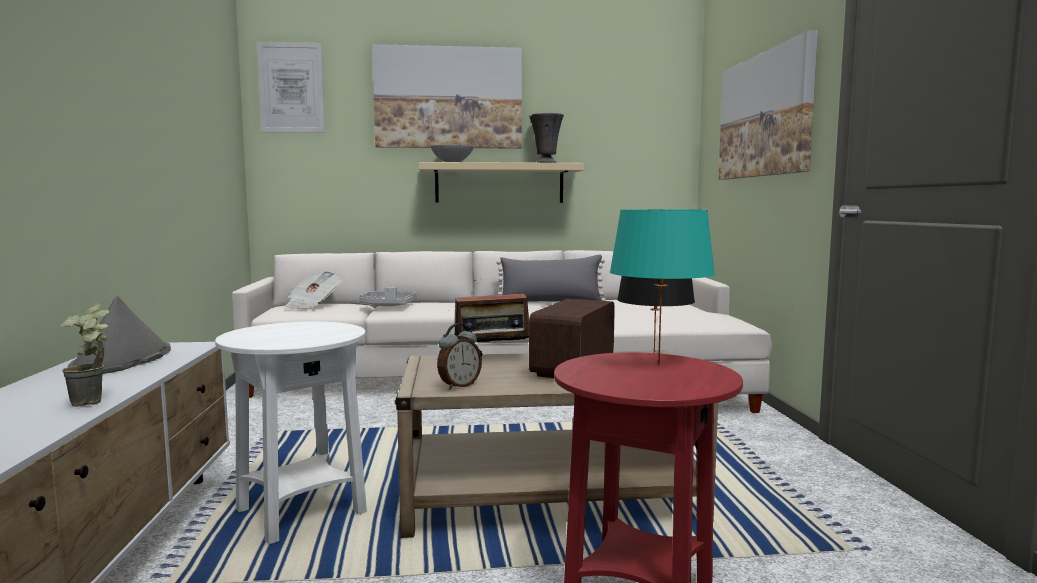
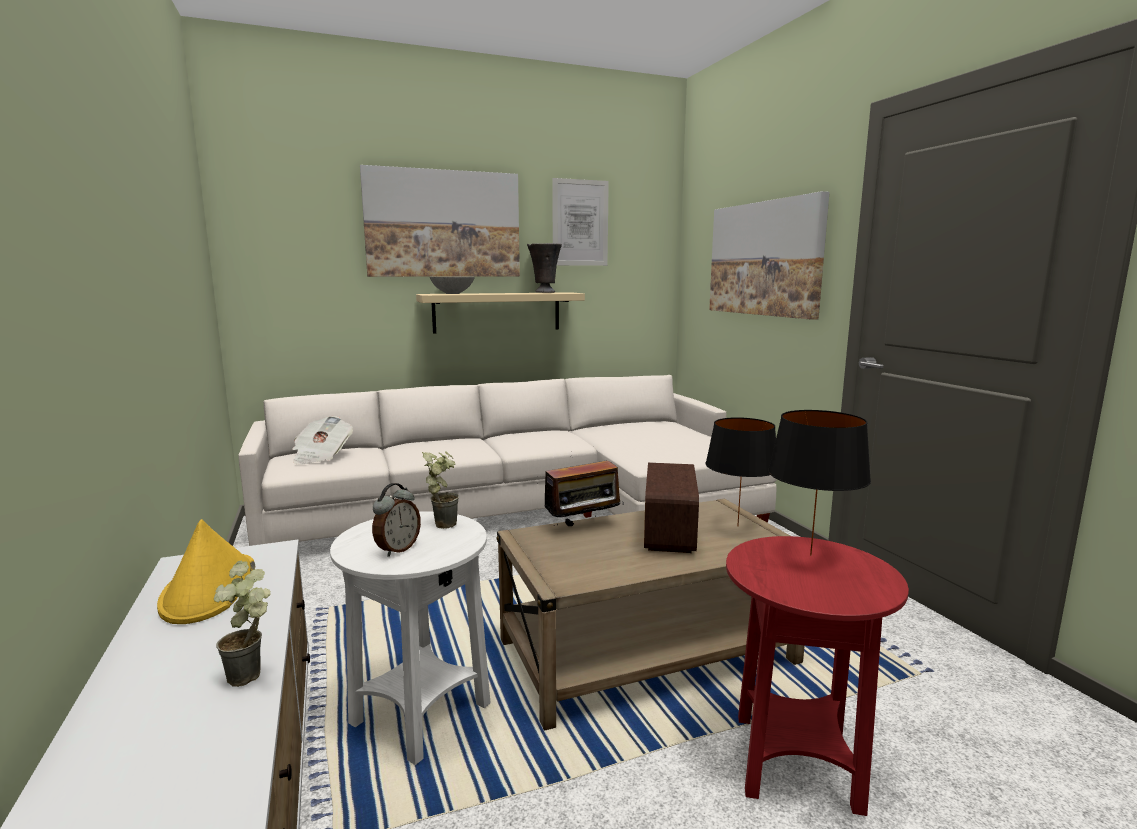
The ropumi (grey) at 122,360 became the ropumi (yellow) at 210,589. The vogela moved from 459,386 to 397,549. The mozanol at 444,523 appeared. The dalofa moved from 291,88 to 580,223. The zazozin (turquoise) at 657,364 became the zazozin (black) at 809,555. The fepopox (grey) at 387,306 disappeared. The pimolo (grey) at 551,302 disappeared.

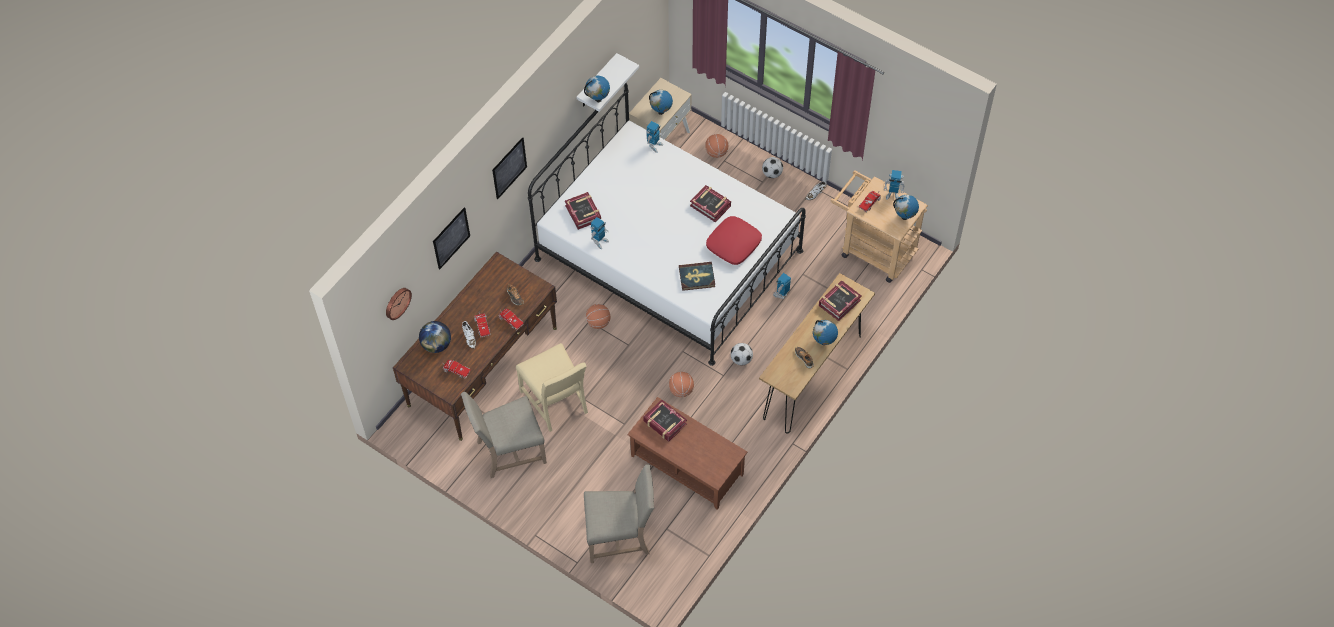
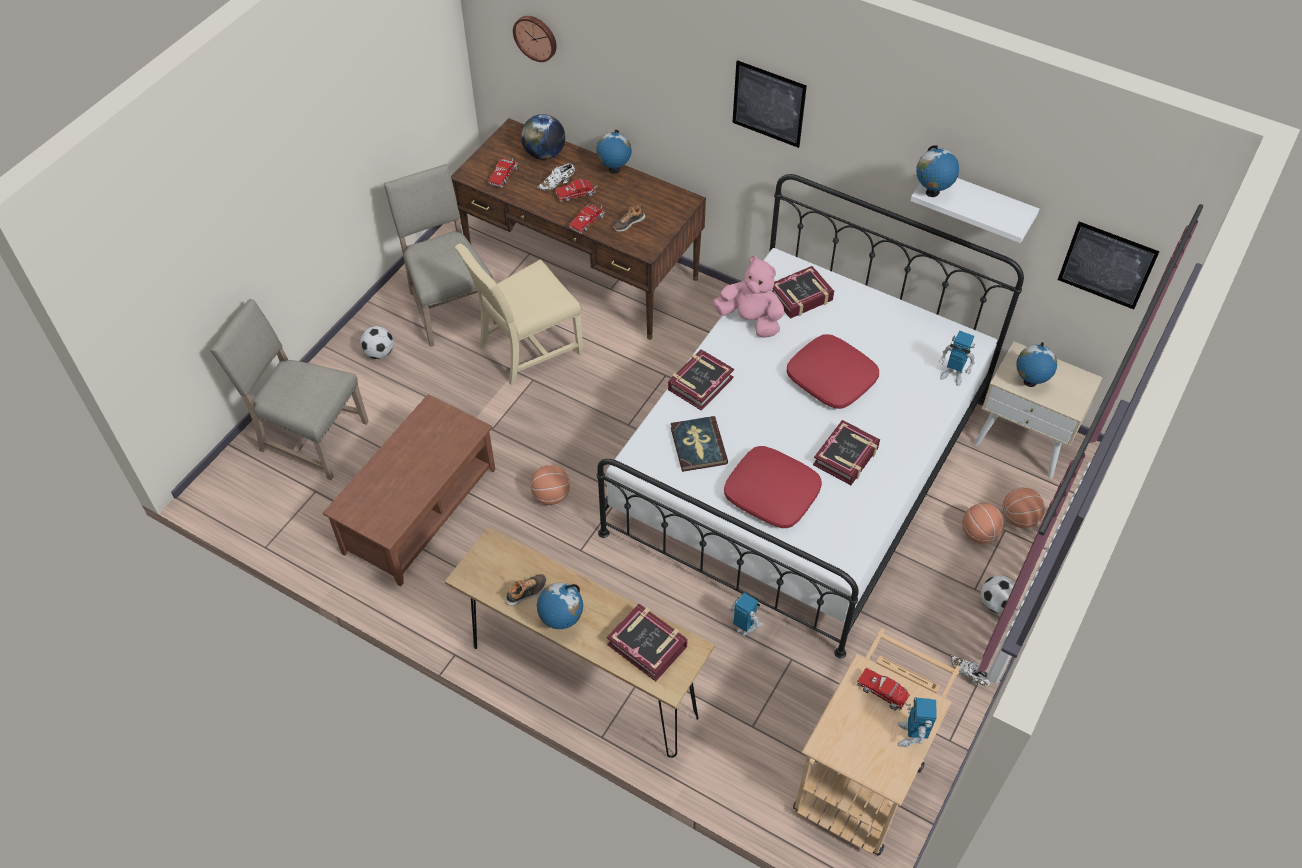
The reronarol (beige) at 620,535 turned 120 degrees clockwise. The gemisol moved from 741,359 to 379,353. The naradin moved from 904,217 to 614,170. The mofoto moved from 664,423 to 700,383. The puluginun at 600,241 was replaced by the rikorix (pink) at 750,320. The pimolo (red) at 831,378 appeared. The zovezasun moved from 598,322 to 979,534. The dalofa moved from 451,238 to 1107,265.

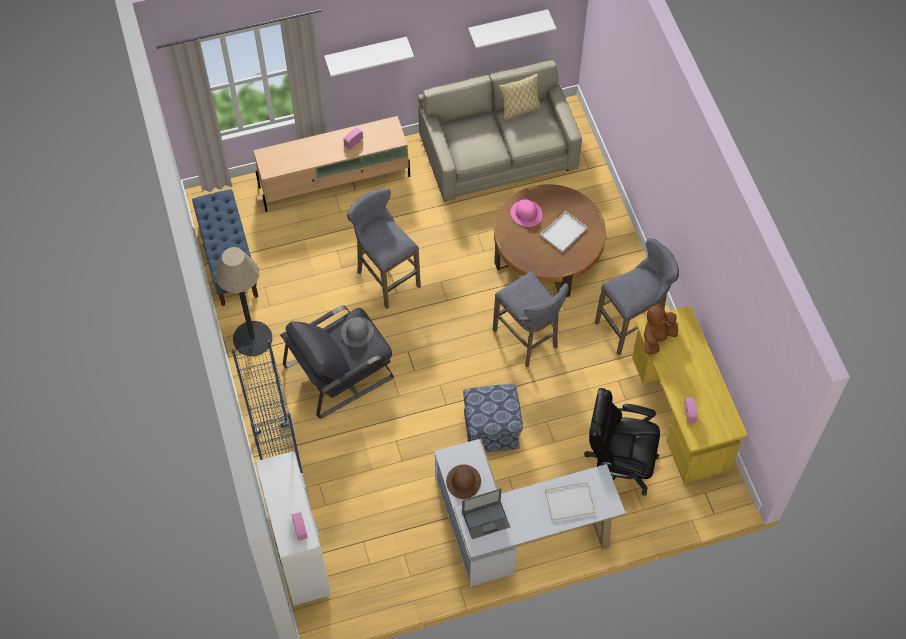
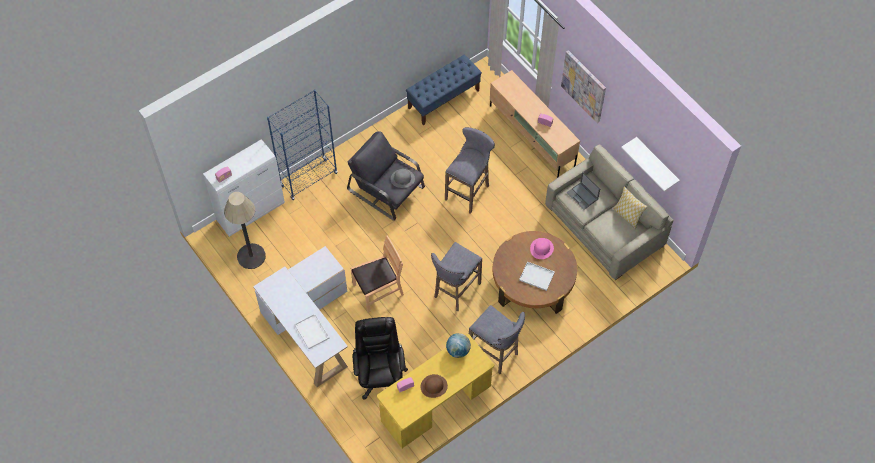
The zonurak moved from 252,338 to 251,256. The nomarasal at 492,429 was replaced by the reronarol (brown) at 378,290. The ropumi (brown) moved from 463,481 to 434,386. The rikorix (brown) at 657,338 was replaced by the naradin at 458,350. The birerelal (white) at 366,54 was replaced by the dalofa at 584,86. The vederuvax moved from 486,519 to 582,196.

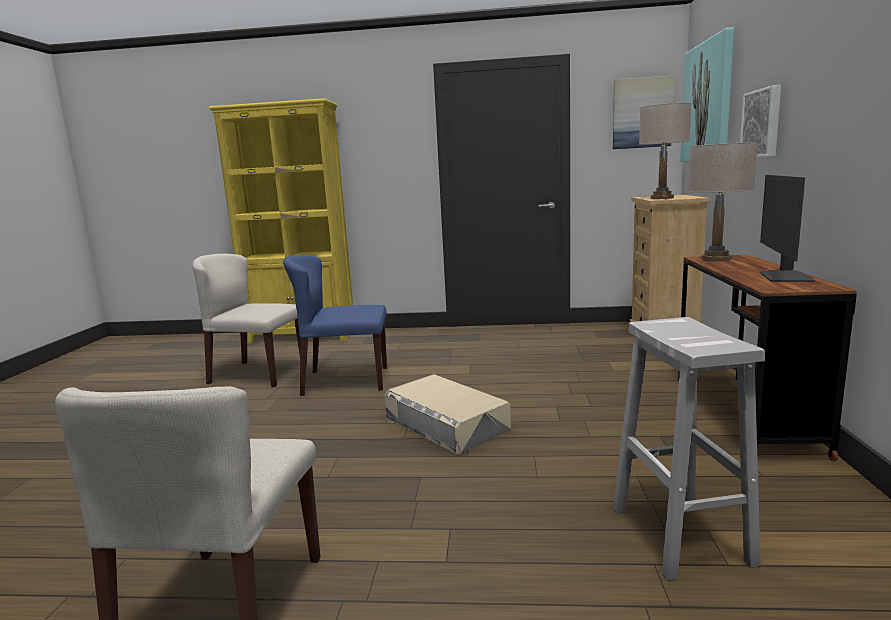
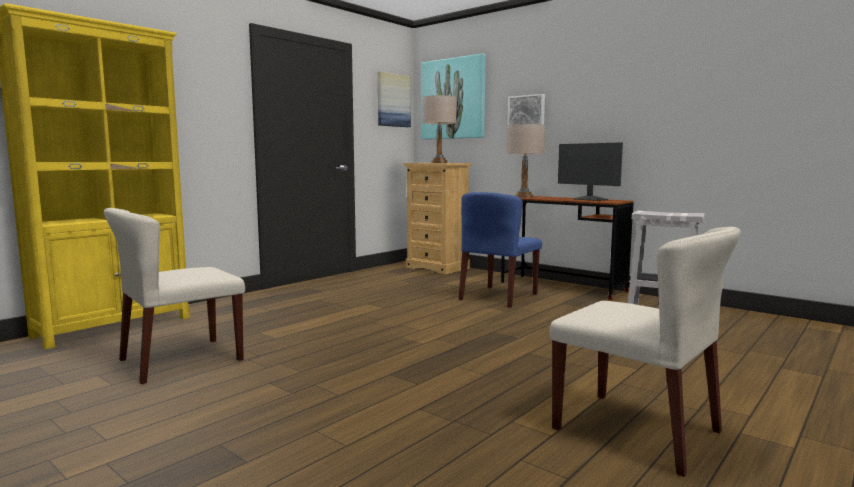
The reronarol (blue) moved from 345,381 to 498,297. The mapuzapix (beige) at 446,423 disappeared.

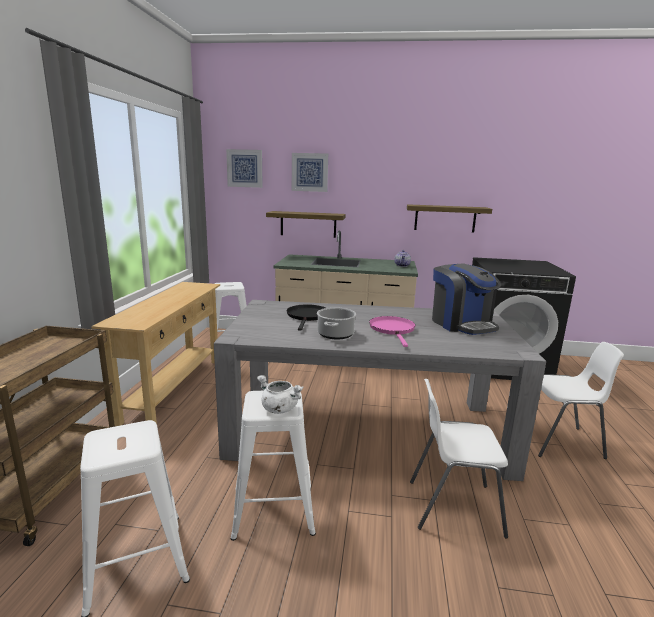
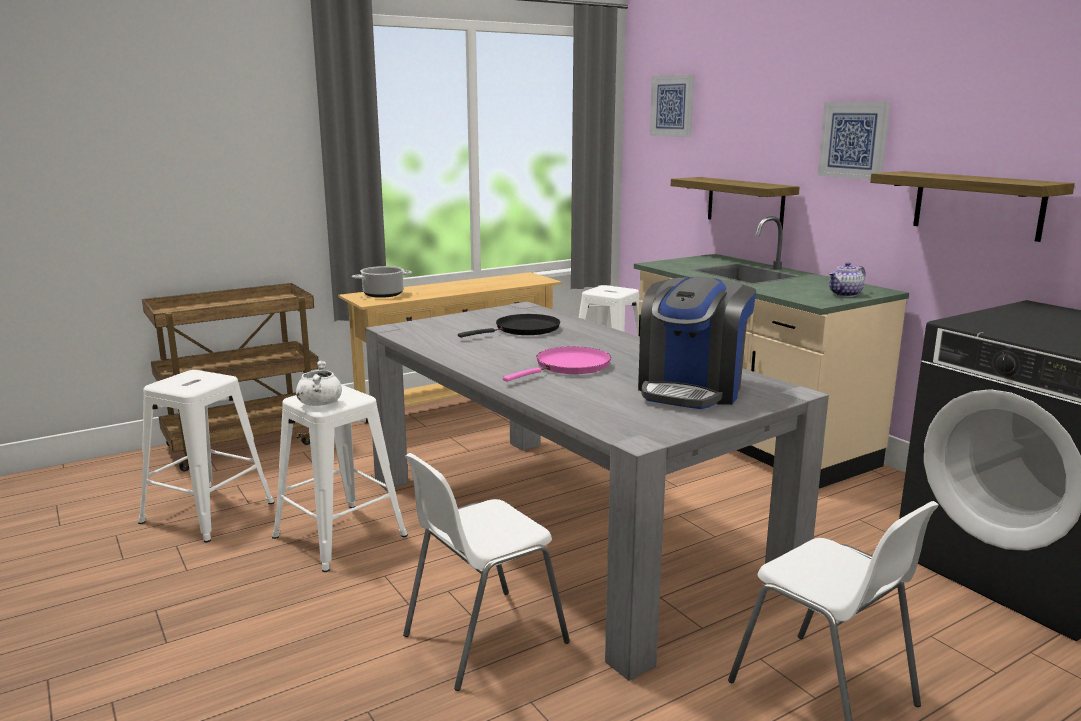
The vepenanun moved from 335,334 to 383,294. The reronarol (white) at 453,506 turned 90 degrees counterclockwise. The dalofa moved from 309,172 to 854,140.

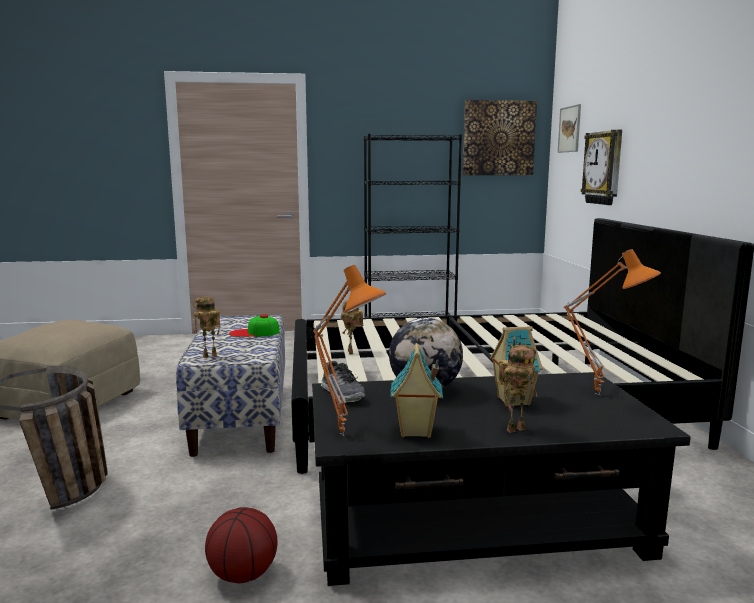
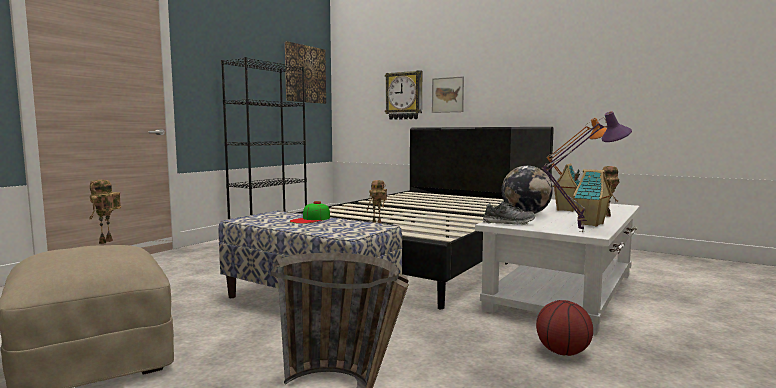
The puluginun moved from 209,356 to 106,242. The dalofa moved from 569,129 to 447,95. The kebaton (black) at 477,523 became the kebaton (white) at 563,291. The zazozin (orange) at 345,434 became the zazozin (purple) at 581,231.

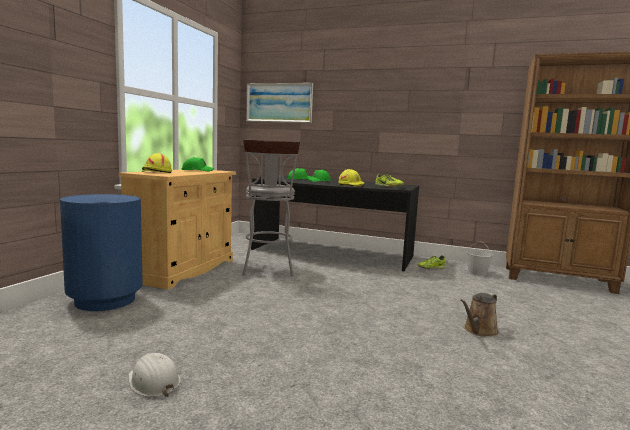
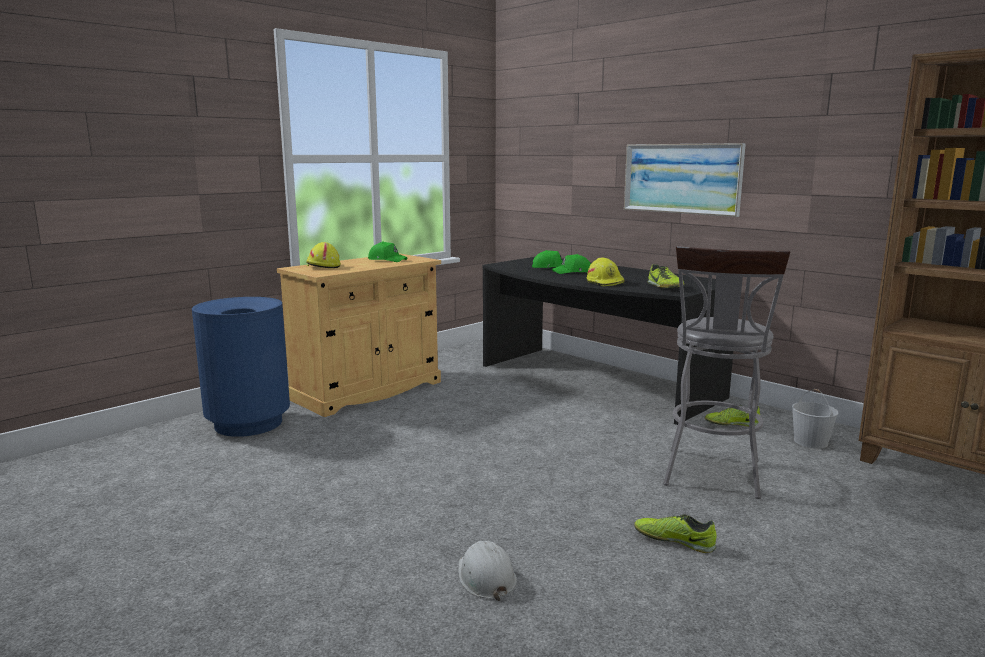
The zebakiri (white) moved from 153,382 to 485,577. The dalofa moved from 279,103 to 681,178. The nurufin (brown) at 479,331 was replaced by the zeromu at 674,540. The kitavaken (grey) moved from 268,270 to 712,477.

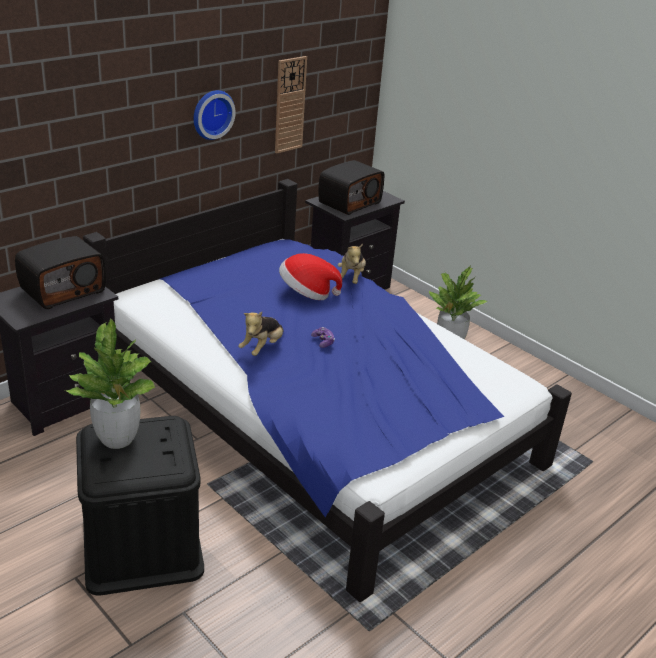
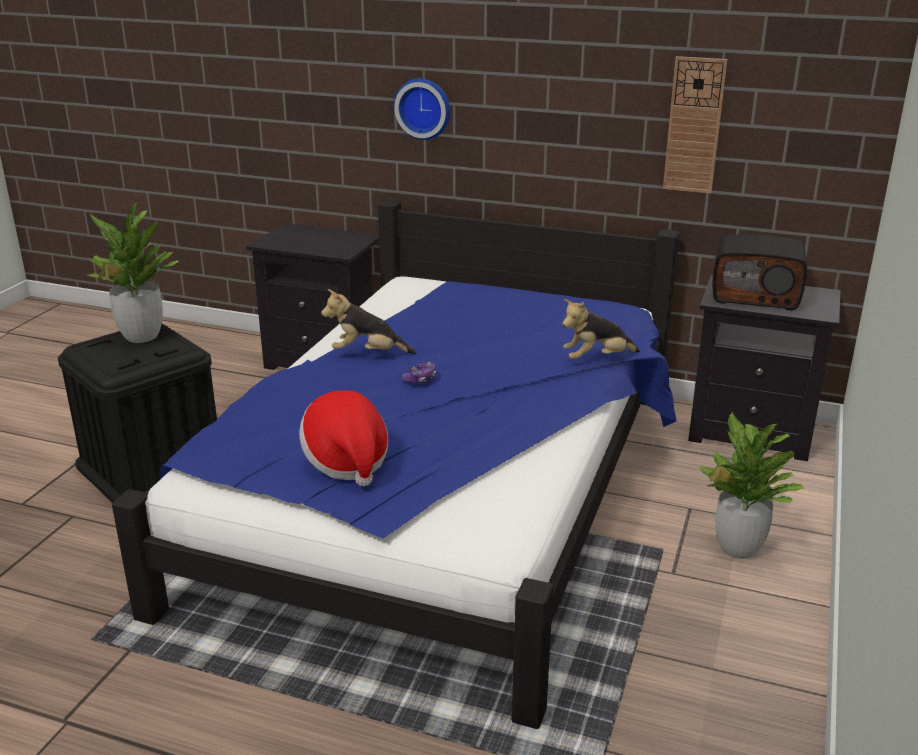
The ropumi moved from 307,293 to 346,461. The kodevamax moved from 211,114 to 424,108. The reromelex at 63,290 disappeared.

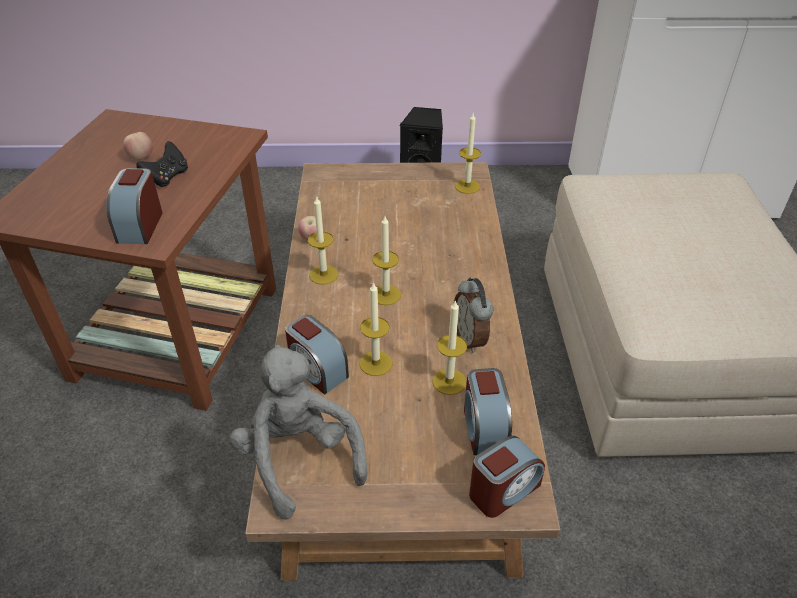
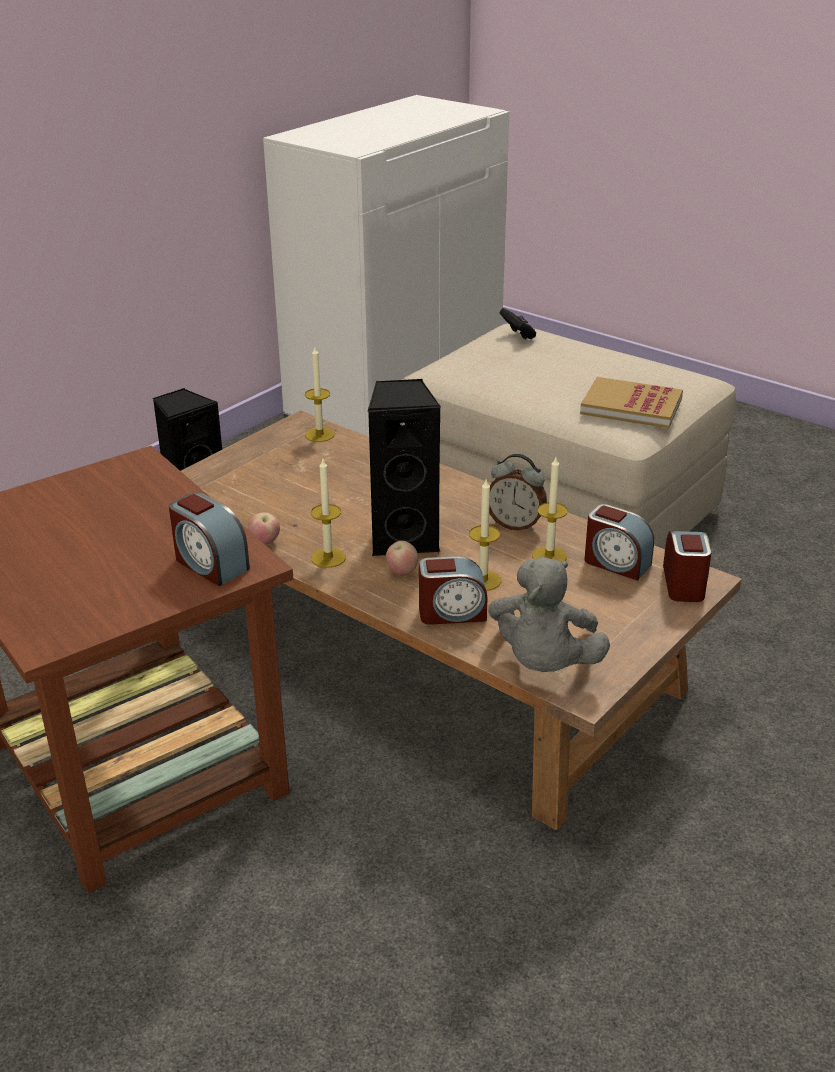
The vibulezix at 386,295 was replaced by the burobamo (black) at 404,538. The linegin moved from 141,158 to 402,572. The rikorix (grey) at 299,458 turned 90 degrees counterclockwise. The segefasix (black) moved from 167,177 to 518,335. The mofoto at 631,406 appeared.

